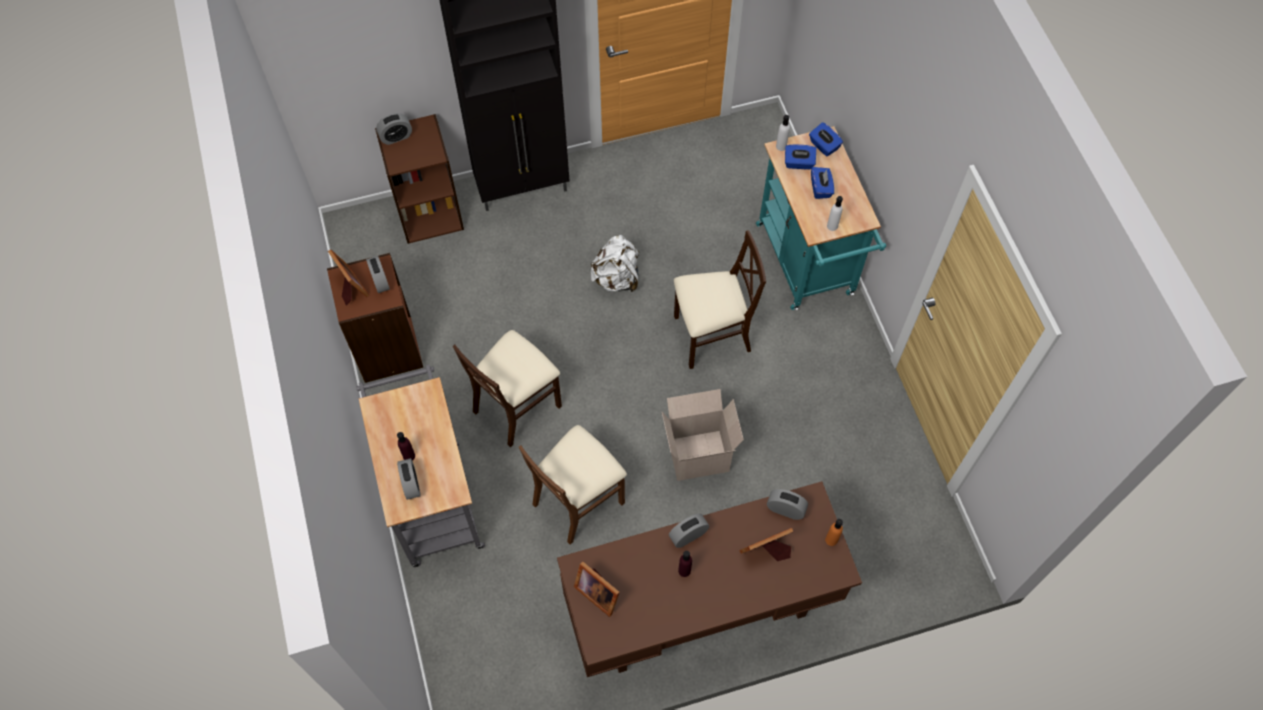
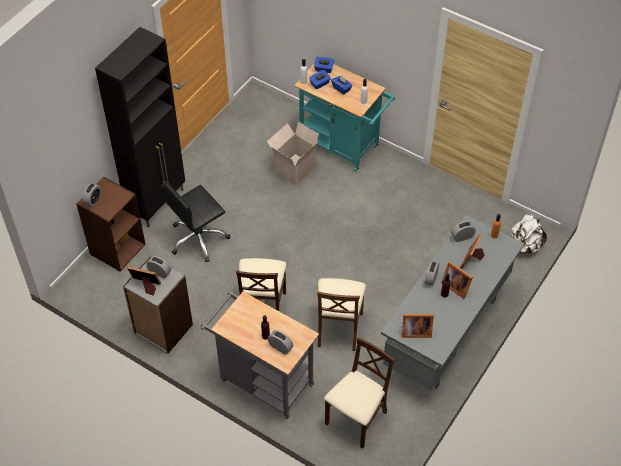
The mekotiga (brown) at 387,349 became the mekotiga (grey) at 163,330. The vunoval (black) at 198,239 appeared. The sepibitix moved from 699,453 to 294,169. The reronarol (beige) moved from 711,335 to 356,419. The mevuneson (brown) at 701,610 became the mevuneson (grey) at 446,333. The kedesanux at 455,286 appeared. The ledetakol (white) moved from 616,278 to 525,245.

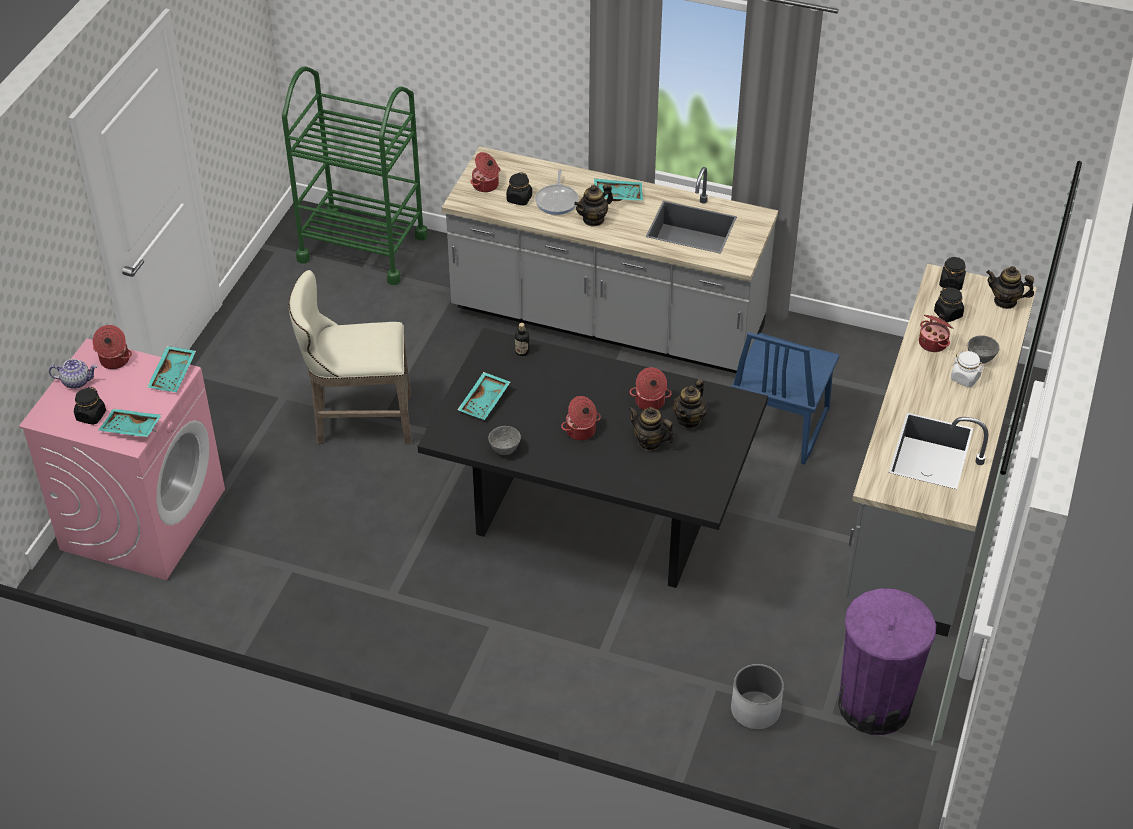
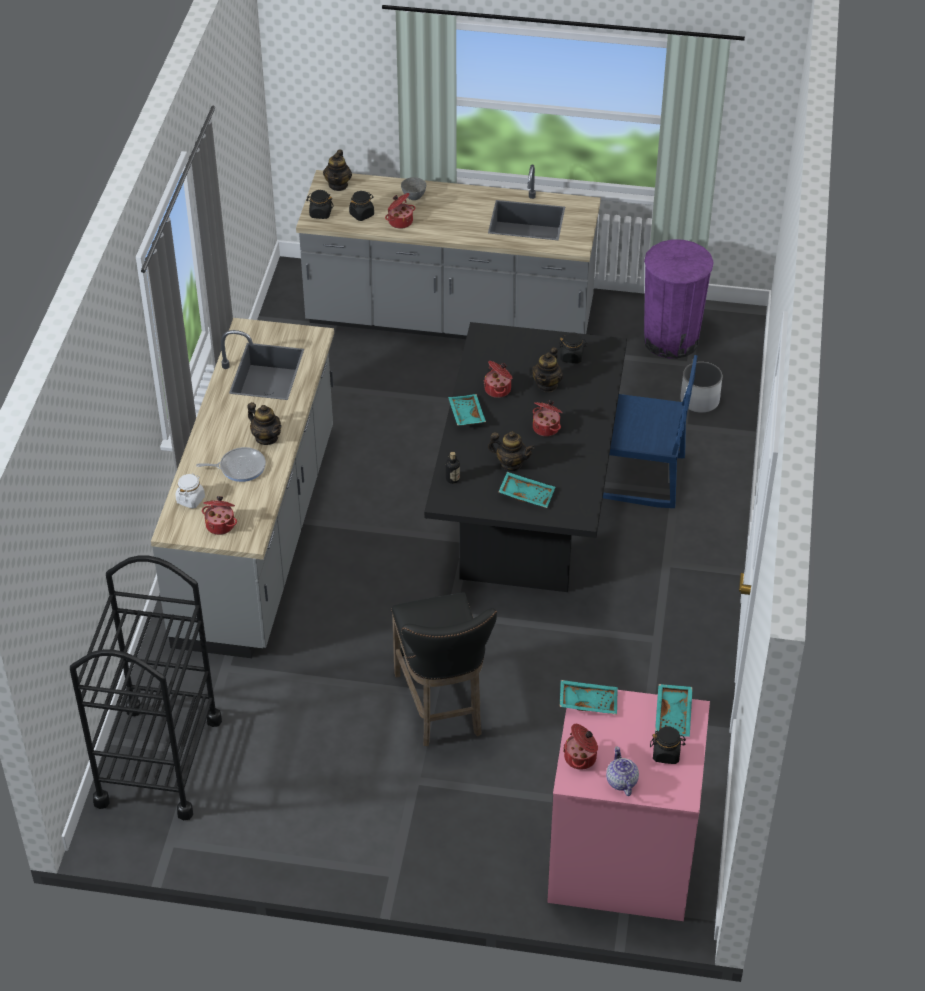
The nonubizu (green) at 363,248 became the nonubizu (black) at 158,761. The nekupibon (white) moved from 965,378 to 190,499. The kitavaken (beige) at 358,422 became the kitavaken (black) at 441,708. The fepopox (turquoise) moved from 618,194 to 465,415. The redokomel moved from 689,420 to 511,463. The nekupibon (black) moved from 519,199 to 572,357. The reronarol (blue) moved from 777,426 to 639,478. The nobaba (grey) at 504,450 disappeared.

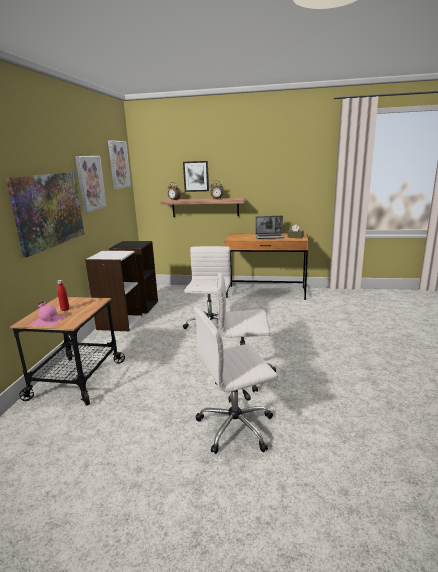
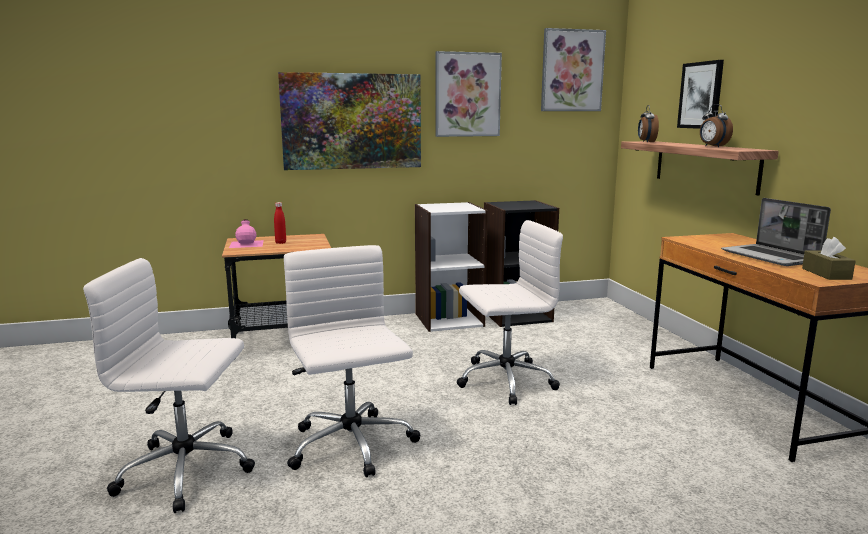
The vunoval (white) at 237,426 turned 45 degrees counterclockwise.

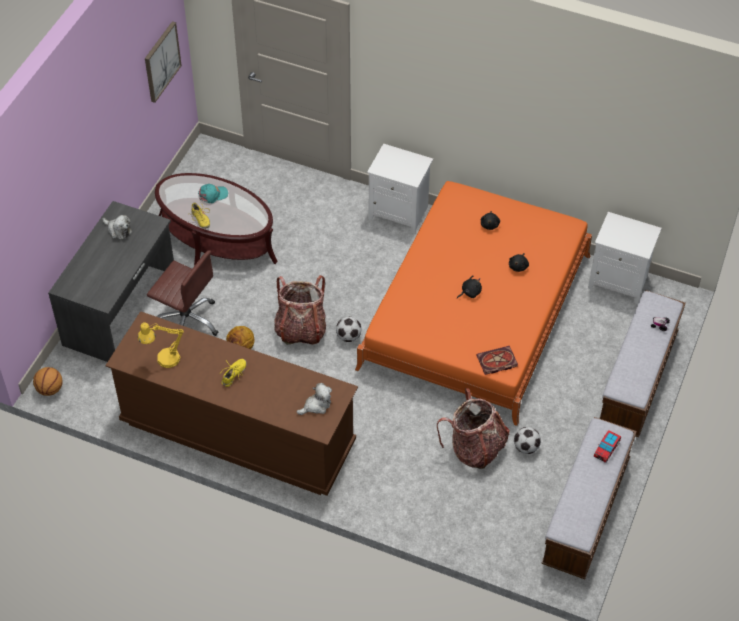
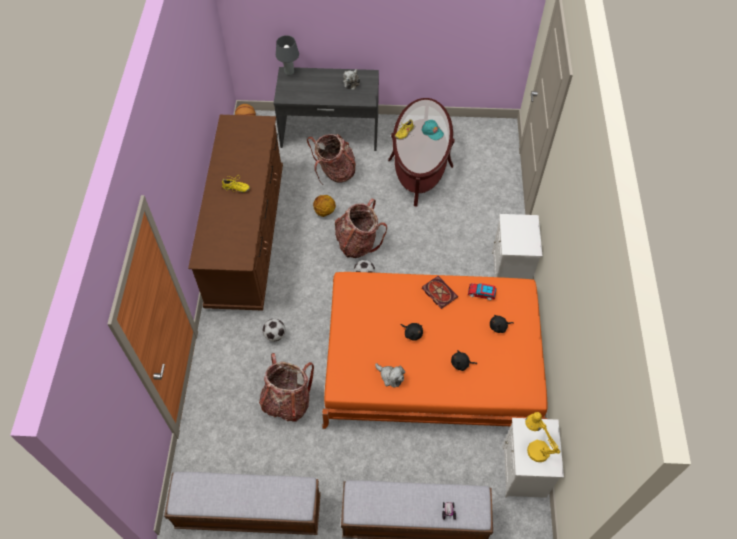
The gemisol moved from 526,447 to 275,335. The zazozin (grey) at 289,72 appeared. The vunoval (brown) at 187,321 was replaced by the ledetakol at 335,172. The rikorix moved from 316,405 to 390,377. The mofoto moved from 496,362 to 438,292. The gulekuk moved from 606,449 to 481,293. The zazozin (yellow) moved from 163,360 to 534,447. The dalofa at 161,61 disappeared.

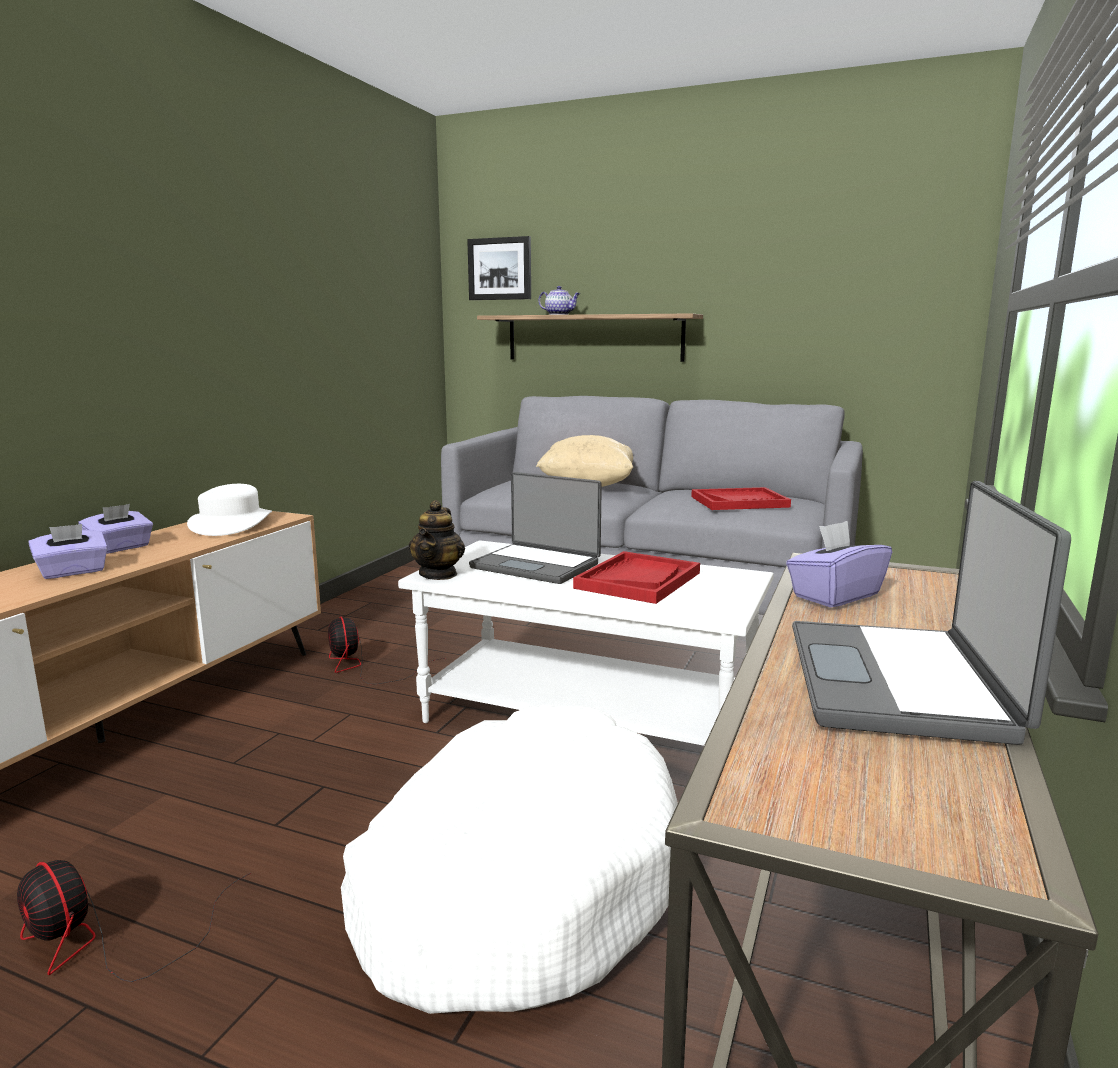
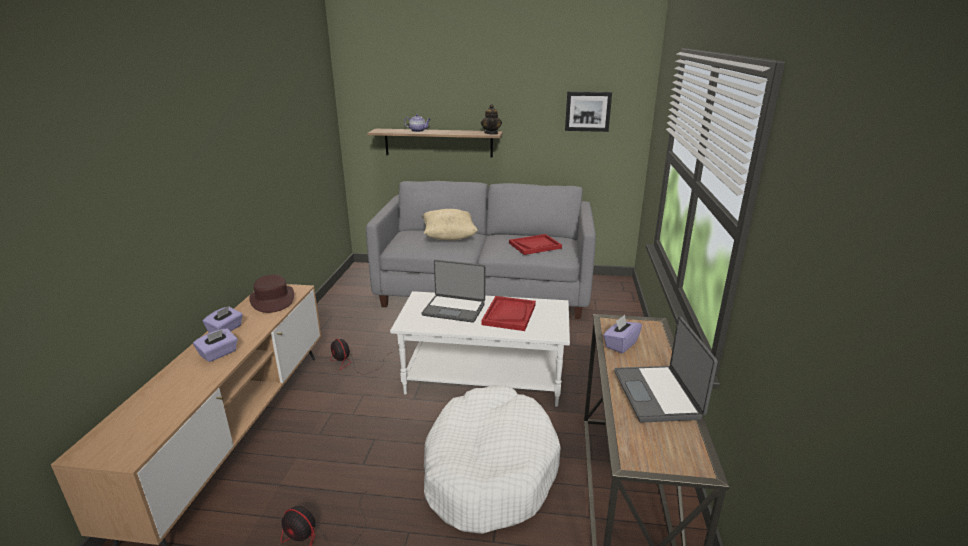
The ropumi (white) at 231,524 became the ropumi (brown) at 272,300. The redokomel moved from 438,574 to 491,133. The dalofa moved from 500,269 to 587,111.

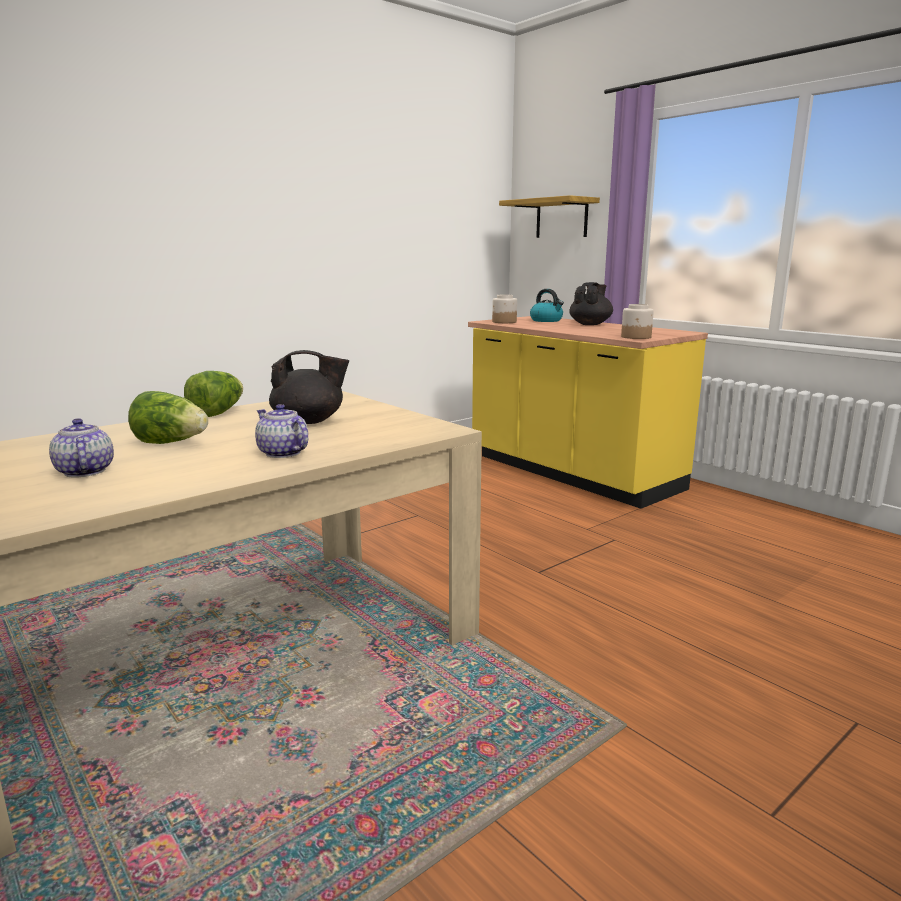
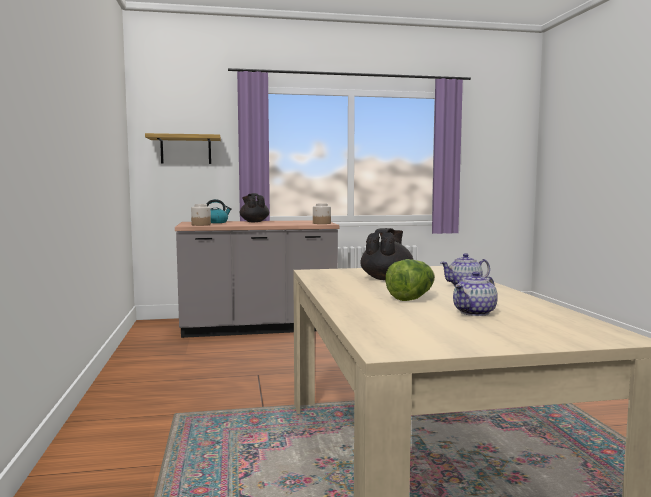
The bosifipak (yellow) at 571,473 became the bosifipak (grey) at 258,328. The redokomel at 84,472 turned 45 degrees counterclockwise. The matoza at 217,413 disappeared.

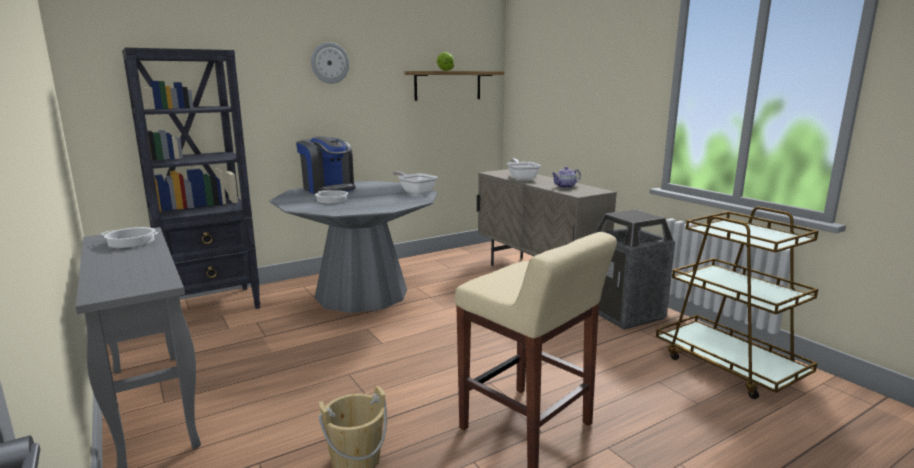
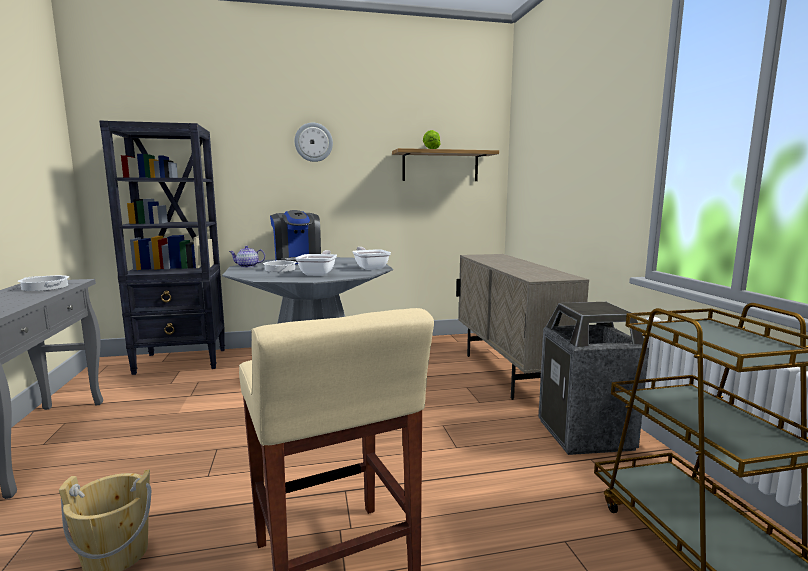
The redokomel moved from 565,186 to 247,266. The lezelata moved from 522,178 to 319,273.

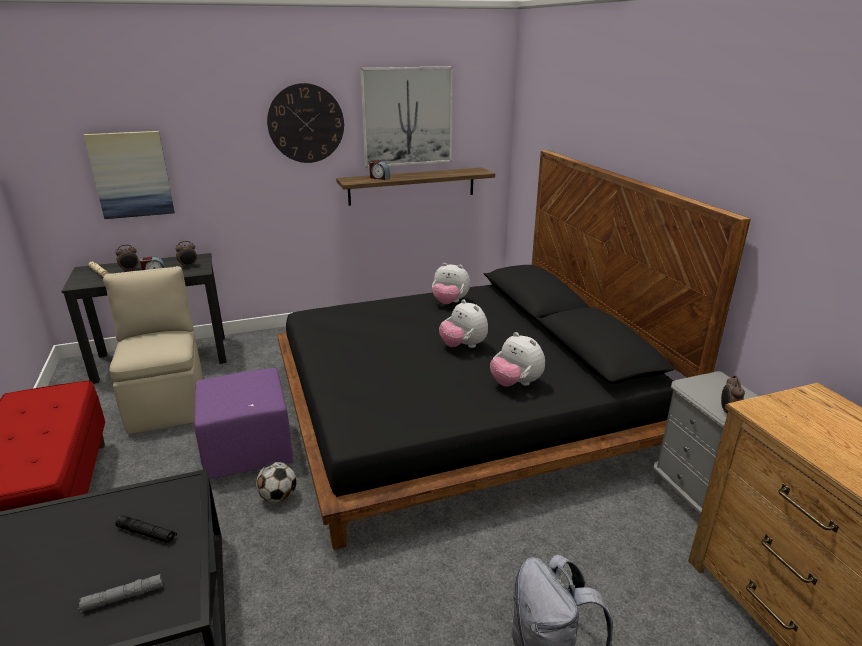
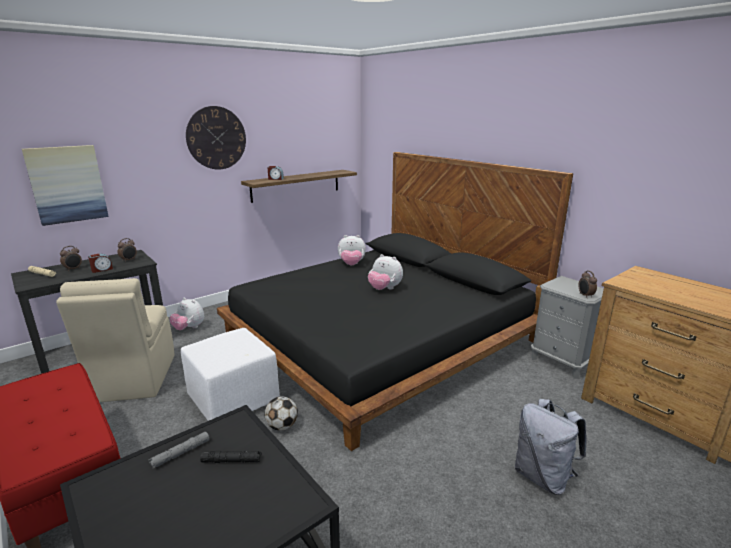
The reronarol (beige) at 168,402 turned 150 degrees counterclockwise. The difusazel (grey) moved from 122,597 to 180,453. The rikorix moved from 515,383 to 189,328. The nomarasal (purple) at 249,451 became the nomarasal (white) at 234,400. The dalofa at 407,117 disappeared.

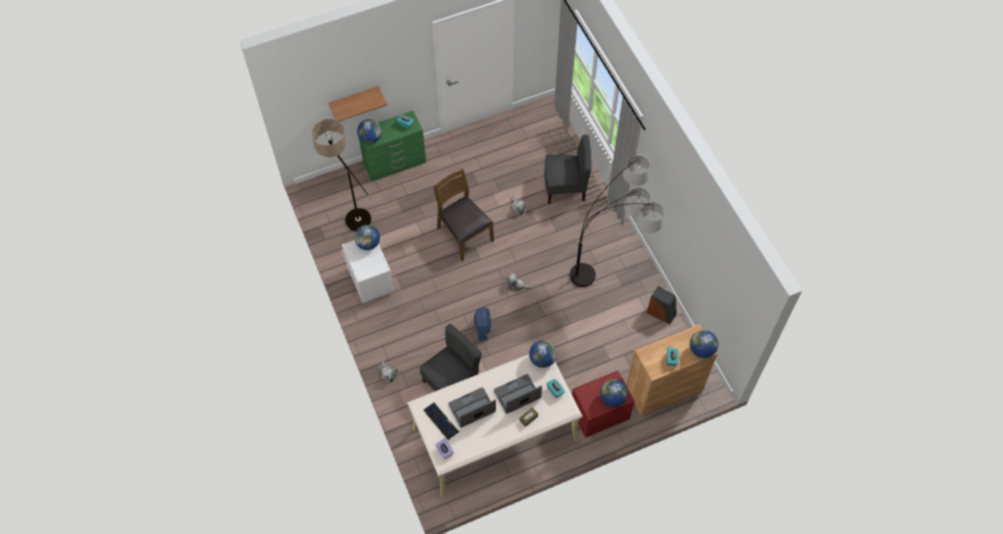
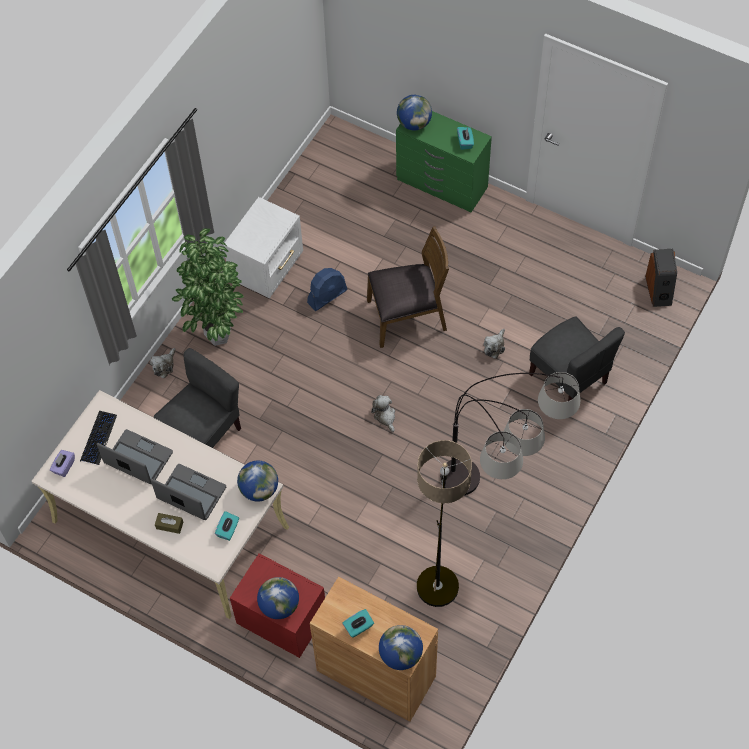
The reronarol (grey) at 451,382 turned 60 degrees counterclockwise. The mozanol at 220,339 appeared. The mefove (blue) moved from 482,327 to 327,296. The reronarol (brown) at 464,234 turned 60 degrees clockwise. The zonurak moved from 351,214 to 439,570. The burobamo moved from 661,312 to 659,290. The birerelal at 354,100 disappeared. The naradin at 368,243 disappeared.

